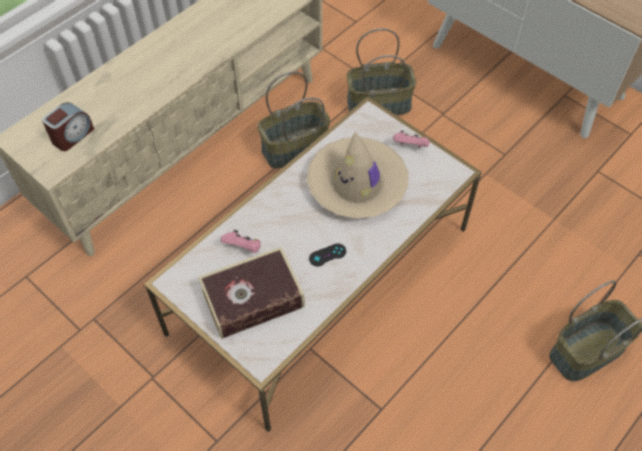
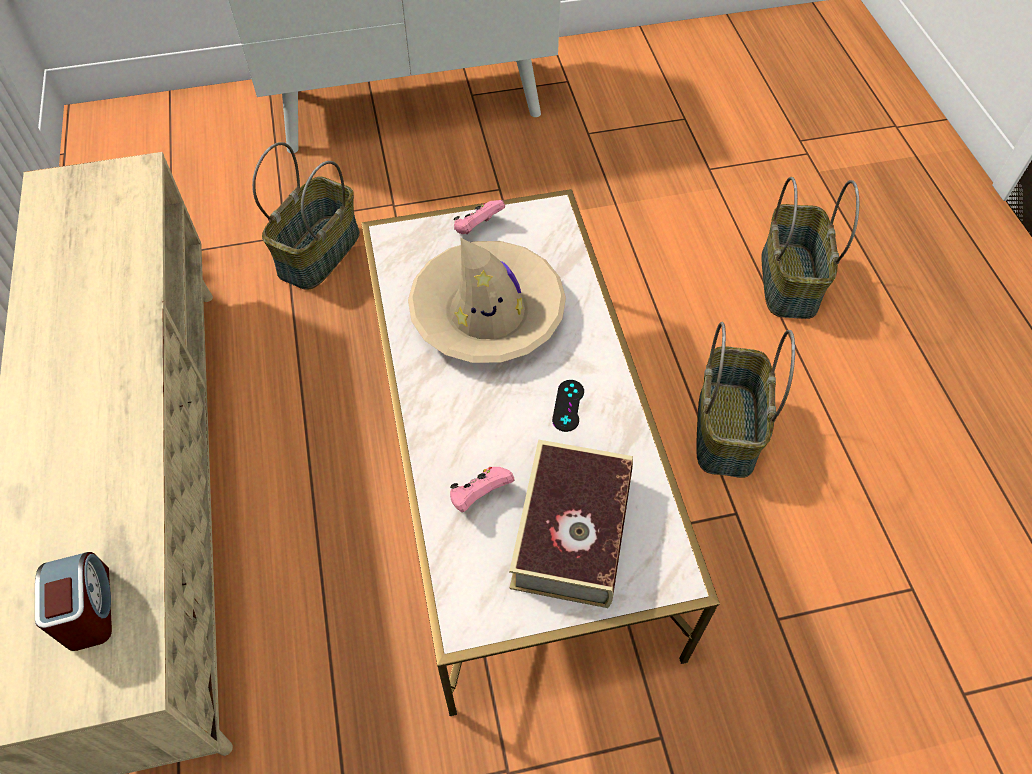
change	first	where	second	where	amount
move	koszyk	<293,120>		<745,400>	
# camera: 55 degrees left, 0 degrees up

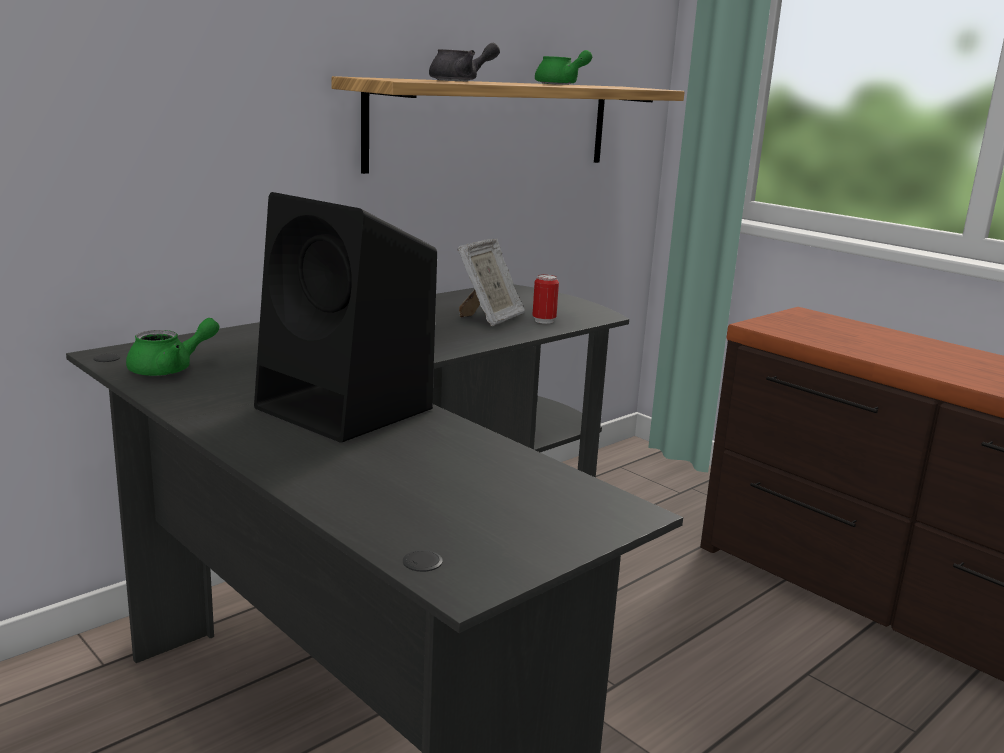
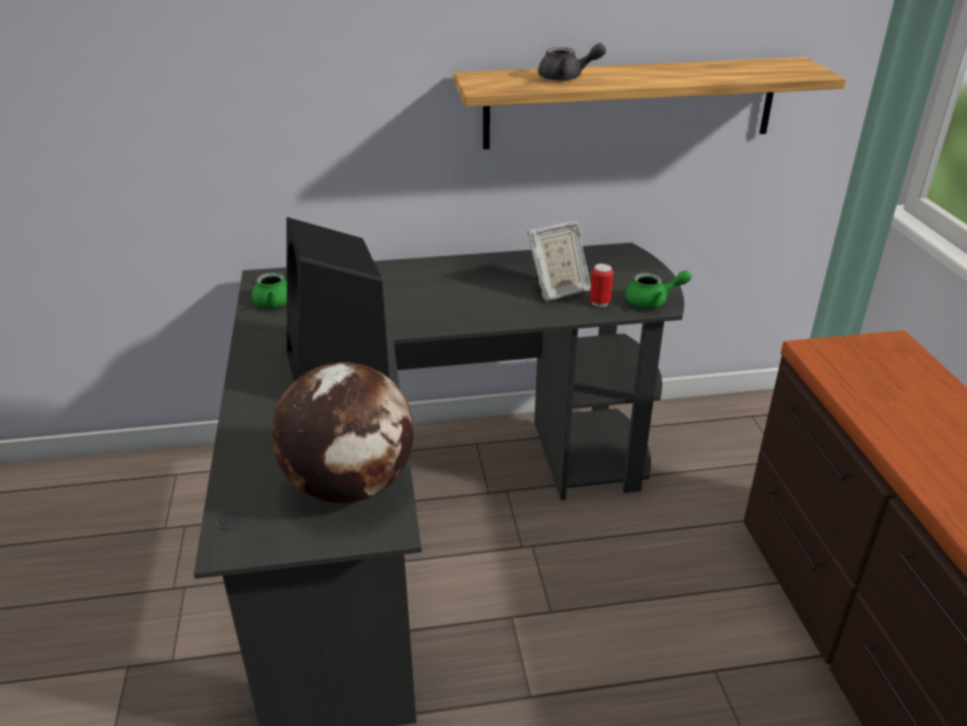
change	first	where	second	where	amount
insert			globus	<343,432>	
move	imbryk (zielony)	<563,67>		<658,289>	
# camera: 35 degrees right, 15 degrees up

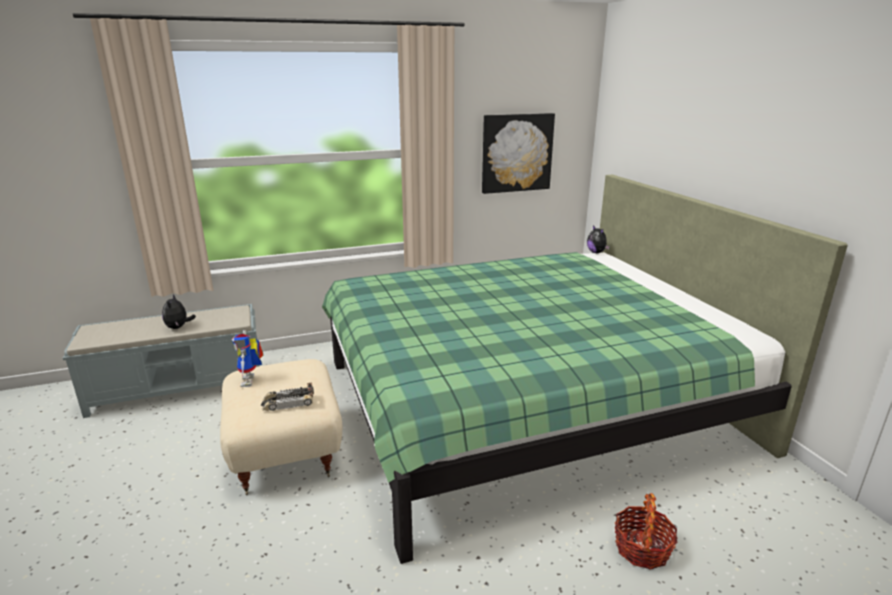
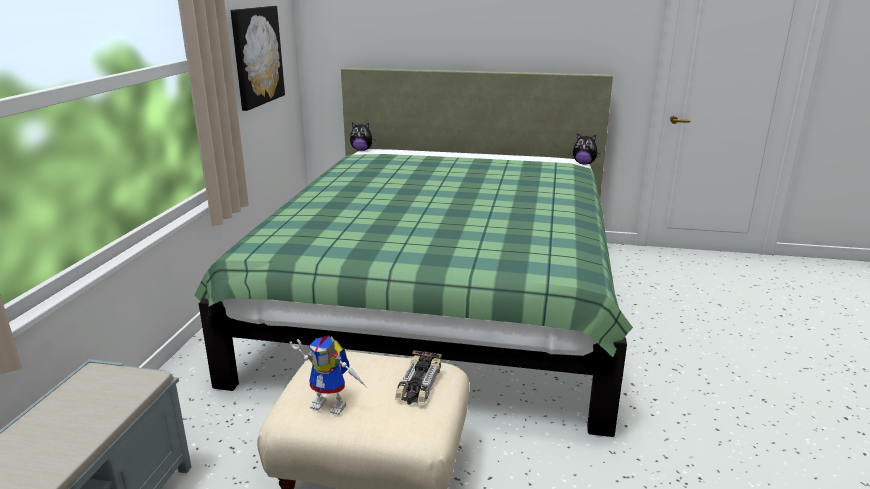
change	first	where	second	where	amount
delete	koszyk	<646,531>			
move	pluszak	<179,311>		<586,149>	
# camera: 60 degrees left, 0 degrees up

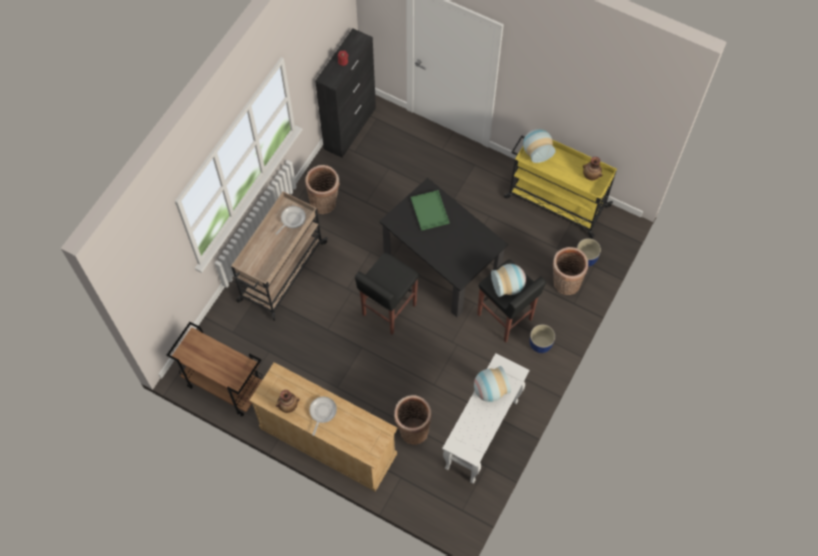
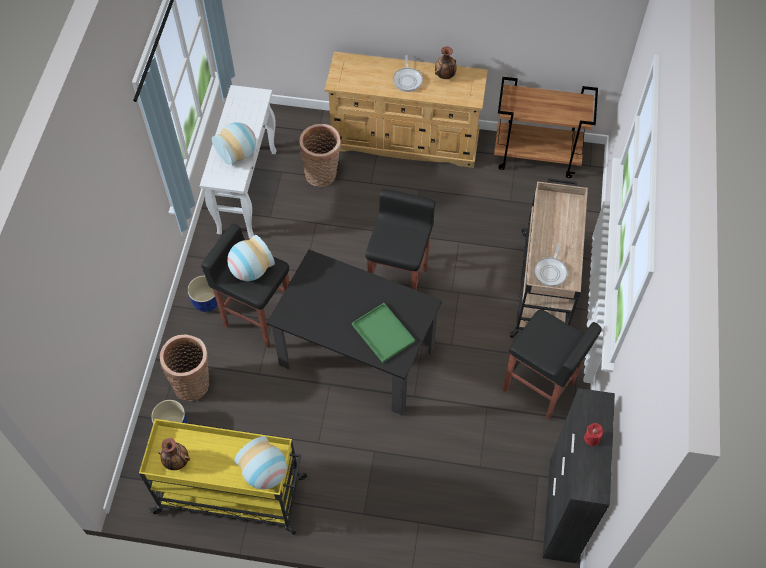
change	first	where	second	where	amount
replace	koszyk	<322,189>	stołek (czarny)	<552,364>	
# camera: 160 degrees right, 5 degrees down

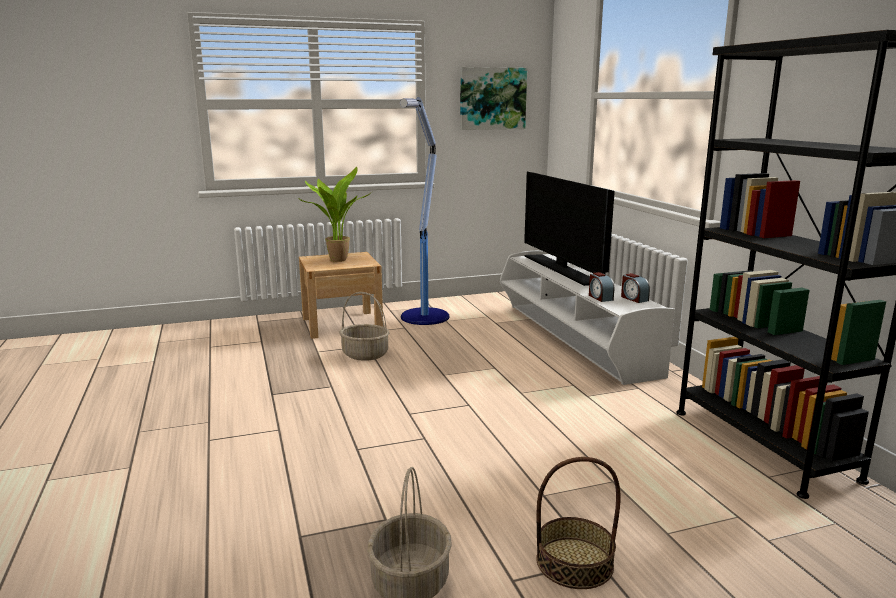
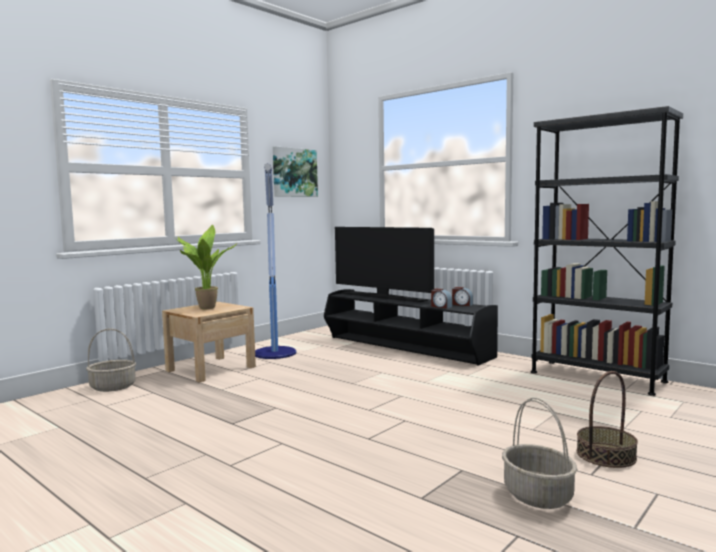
change	first	where	second	where	amount
move	koszyk	<364,326>		<111,360>	
recolor	szafka pod telewizor (biały)	<587,318>	szafka pod telewizor (czarny)	<411,327>	
# camera: 30 degrees left, 10 degrees down

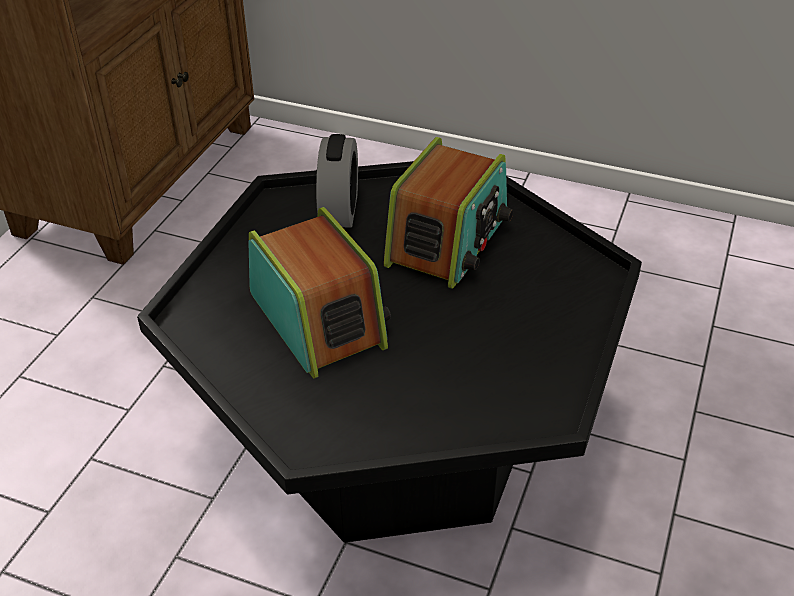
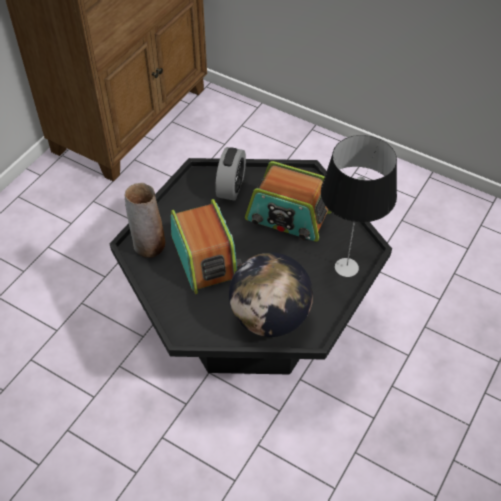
change	first	where	second	where	amount
insert			wazon	<145,220>	
insert			globus	<271,294>	
insert			lampa stołowa	<359,206>	
rotate	radio	<448,213>		<288,201>	75 degrees clockwise
# camera: 10 degrees right, 10 degrees up

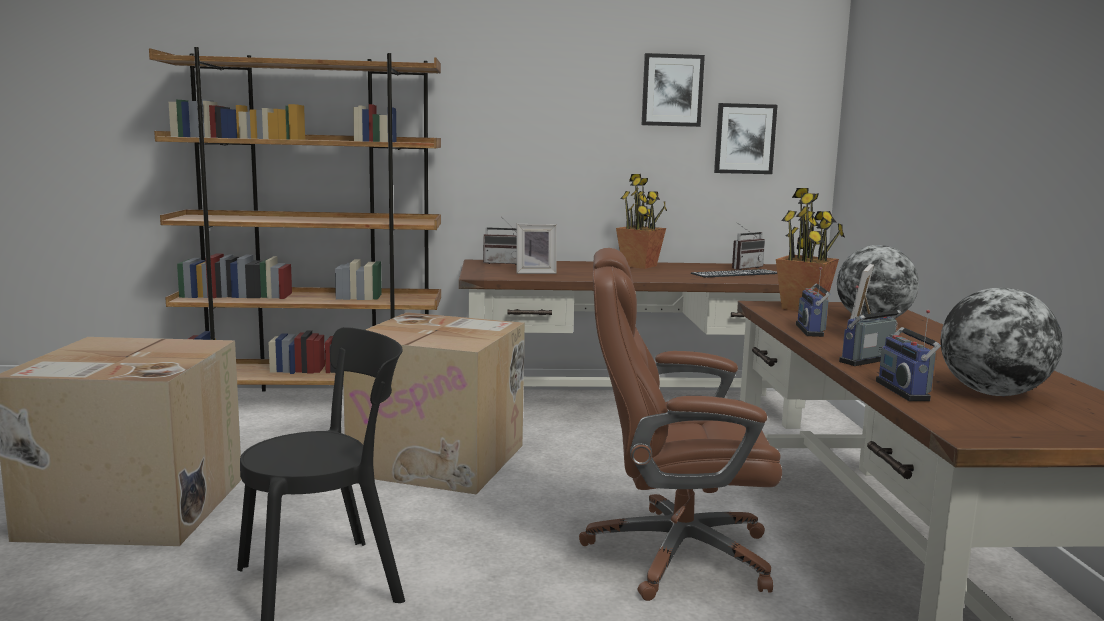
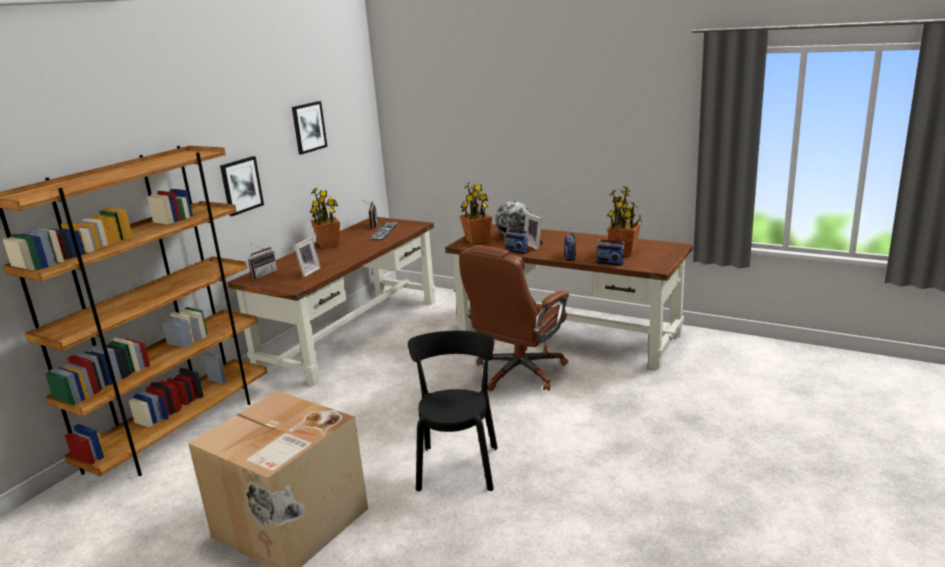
change	first	where	second	where	amount
delete	karton	<434,403>			
move	obraz	<746,138>		<242,186>	
replace	globus	<1002,342>	roślina doniczkowa	<624,221>	
# camera: 55 degrees left, 10 degrees up

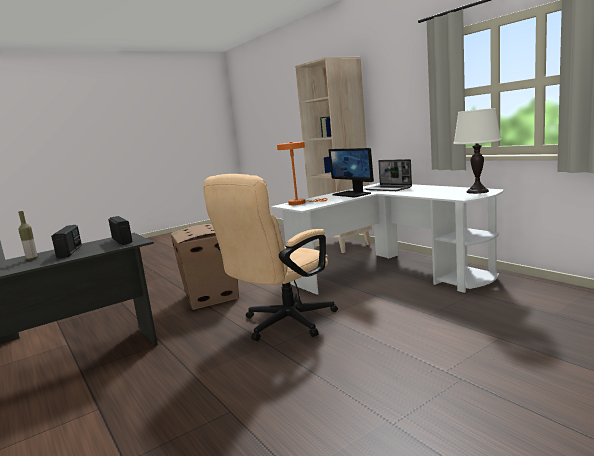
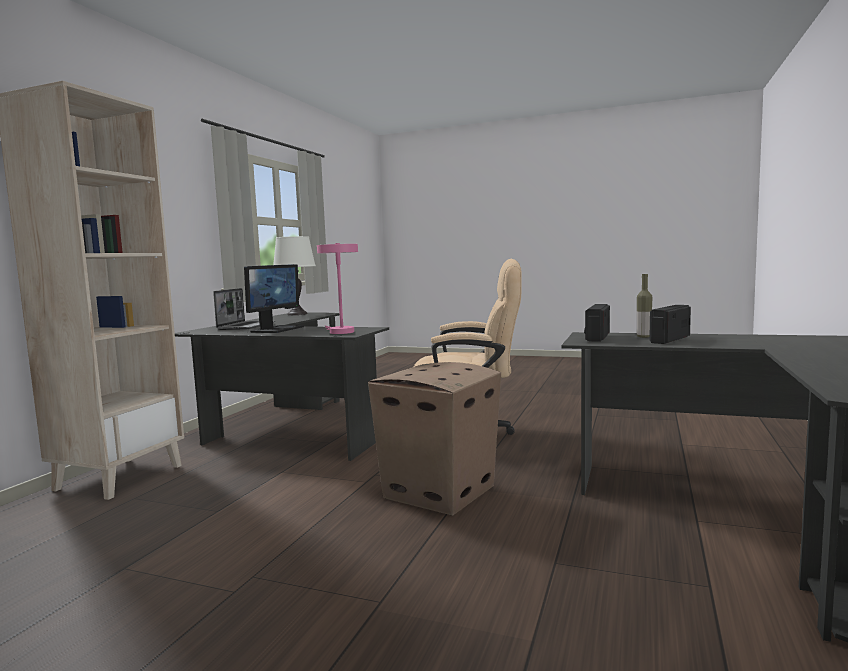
change	first	where	second	where	amount
move	butelka	<28,235>		<644,306>	
recolor	biurko (biały)	<387,239>	biurko (czarny)	<282,386>	
recolor	lampa stołowa (pomarańczowy)	<302,173>	lampa stołowa (różowy)	<337,288>	
# camera: 125 degrees left, 5 degrees down

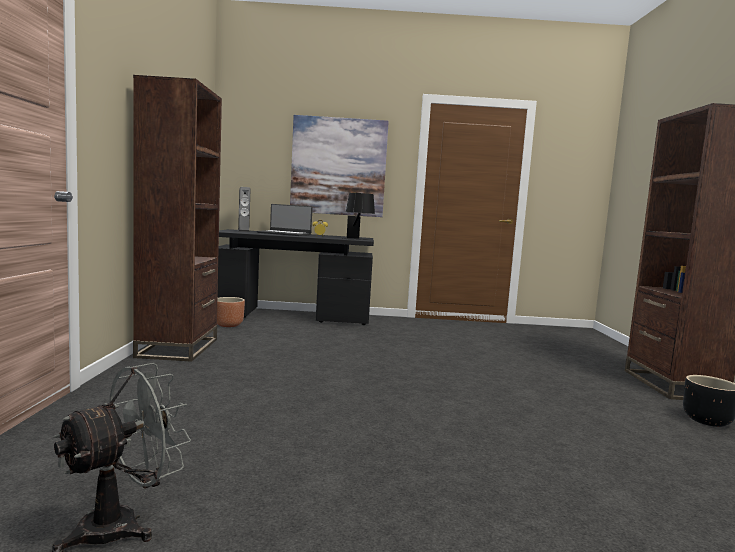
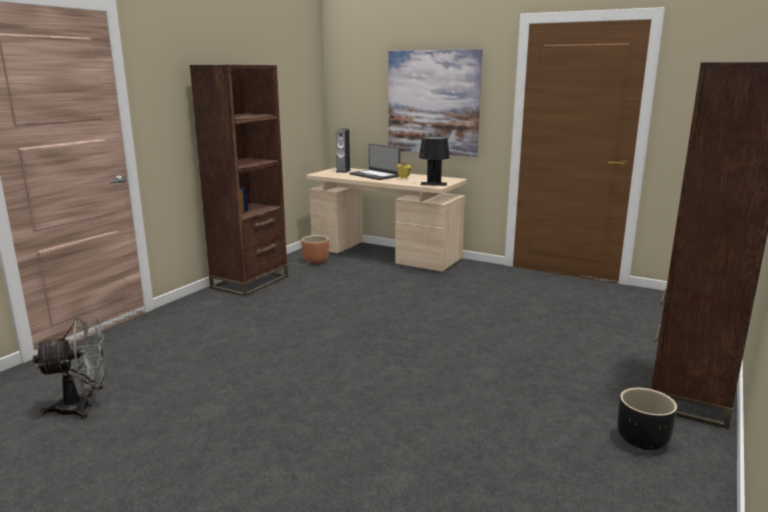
change	first	where	second	where	amount
recolor	biurko (czarny)	<295,277>	biurko (beżowy)	<387,219>	
# camera: 30 degrees right, 10 degrees up

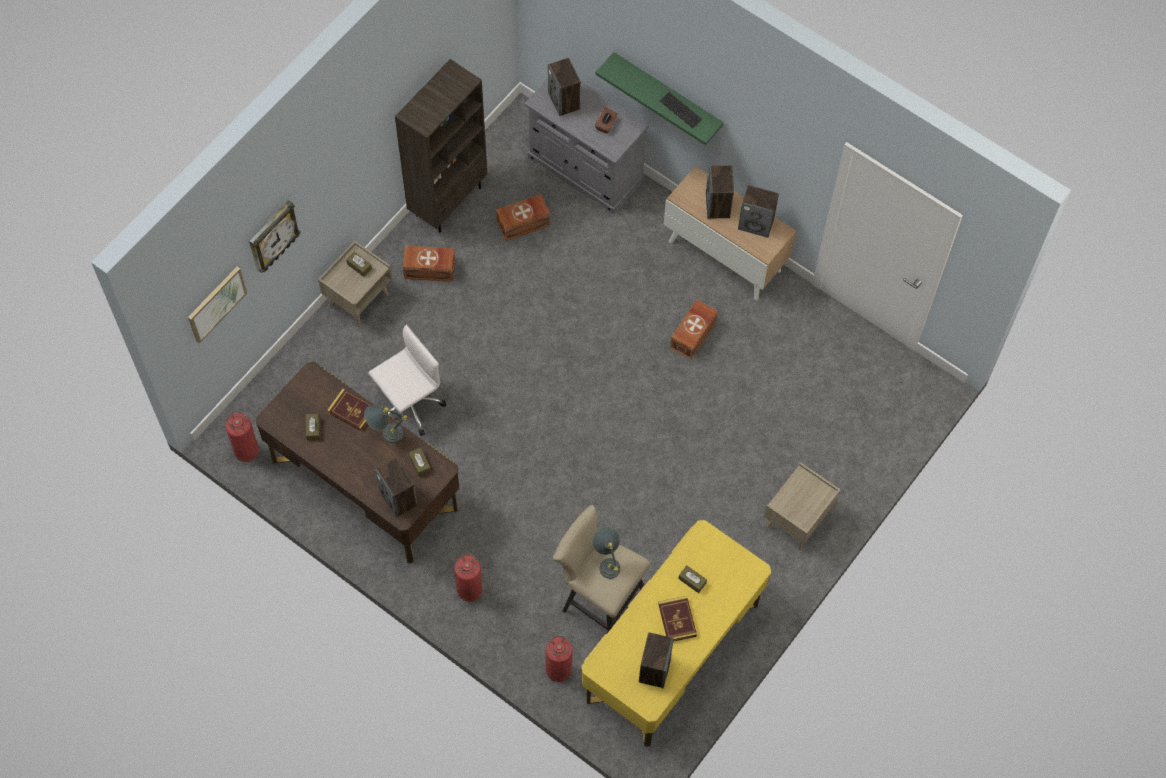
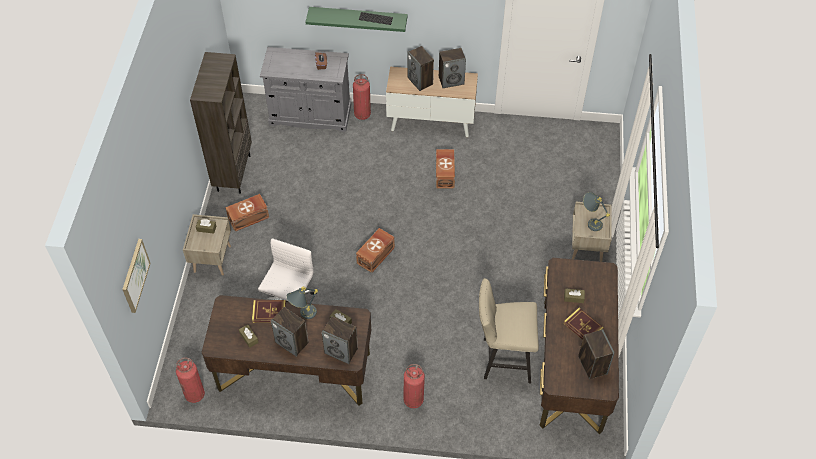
change	first	where	second	where	amount
delete	zegar ścienny	<275,236>			
move	pojemnik do przechowywania (brązowy)	<523,217>		<375,250>	
move	gaśnica	<559,658>		<362,97>	
move	głośnik	<564,87>		<290,332>	
move	lampa stołowa (szary)	<606,553>		<596,211>	
recolor	biurko (żółty)	<676,633>	biurko (brązowy)	<579,346>	
# camera: 30 degrees left, 10 degrees down

